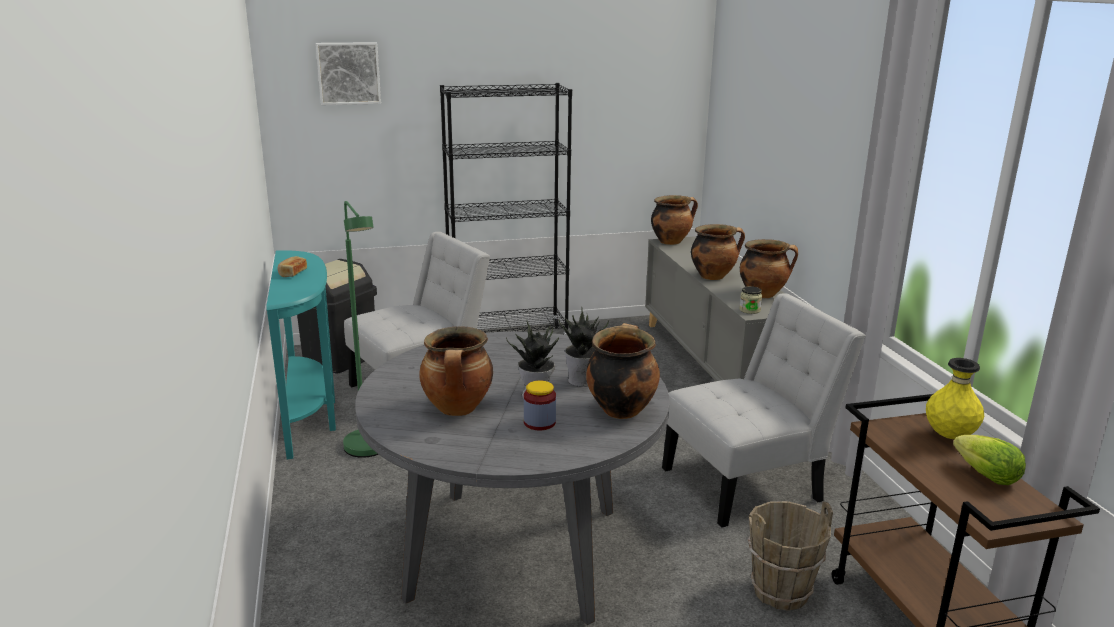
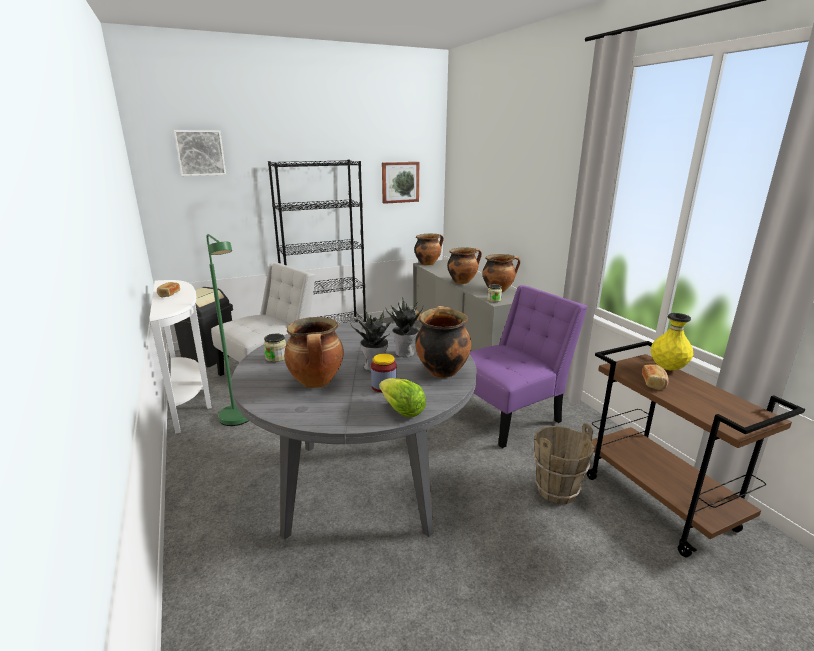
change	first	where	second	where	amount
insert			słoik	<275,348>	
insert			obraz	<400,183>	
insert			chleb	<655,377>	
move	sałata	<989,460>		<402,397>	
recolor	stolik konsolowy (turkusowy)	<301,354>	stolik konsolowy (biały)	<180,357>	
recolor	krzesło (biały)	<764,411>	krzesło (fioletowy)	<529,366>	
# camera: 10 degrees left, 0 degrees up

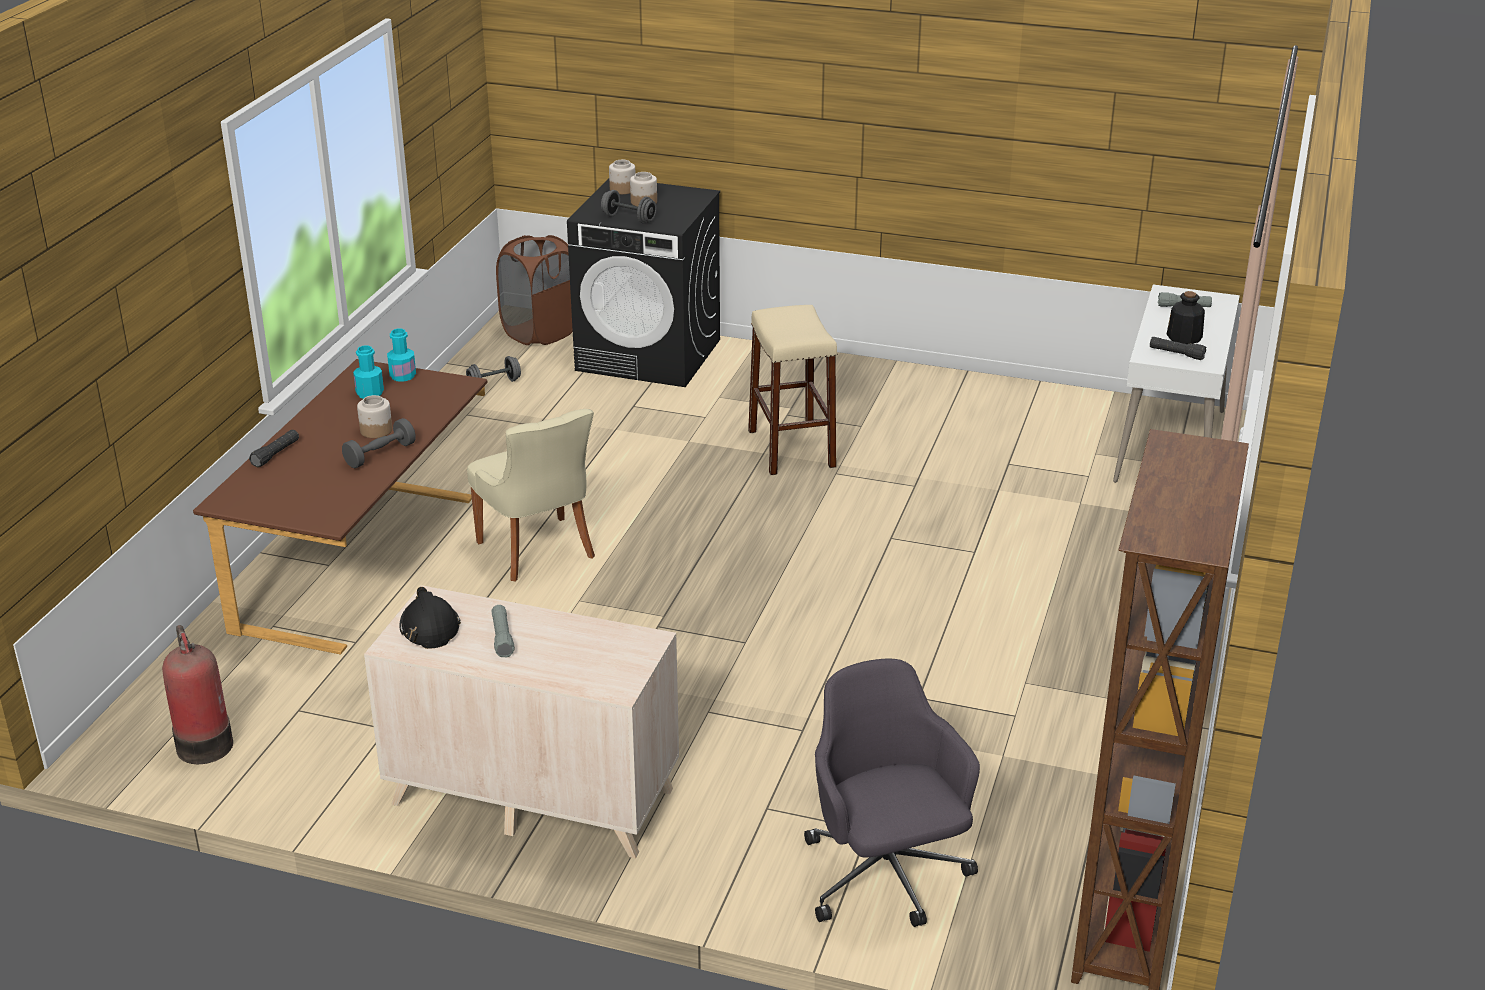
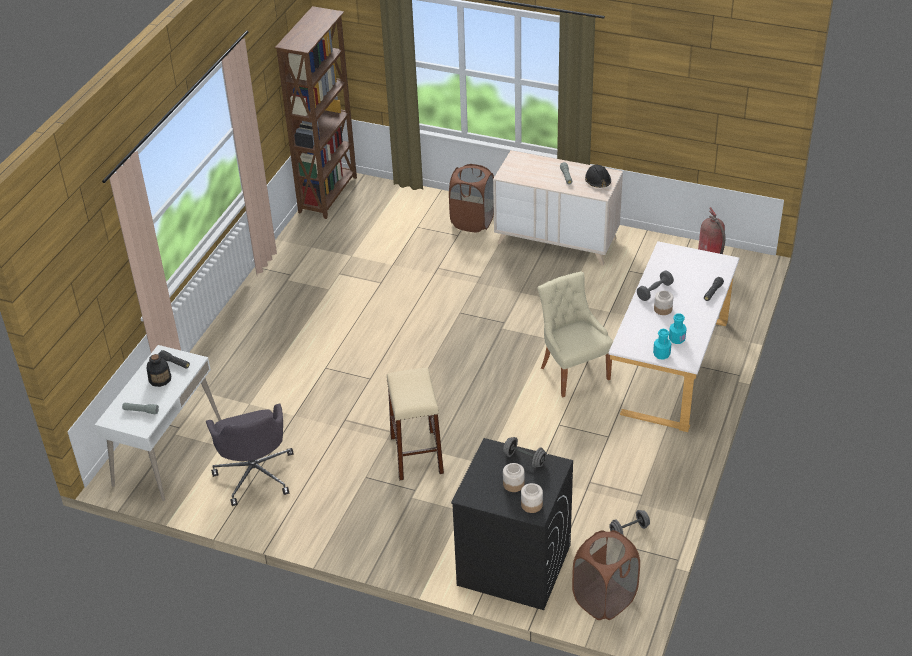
change	first	where	second	where	amount
insert			kosz na pranie (brązowy)	<471,198>	
move	krzesło biurowe (szary)	<892,792>		<250,454>	
recolor	biurko (brązowy)	<340,507>	biurko (biały)	<674,336>	
# camera: 175 degrees left, 10 degrees up

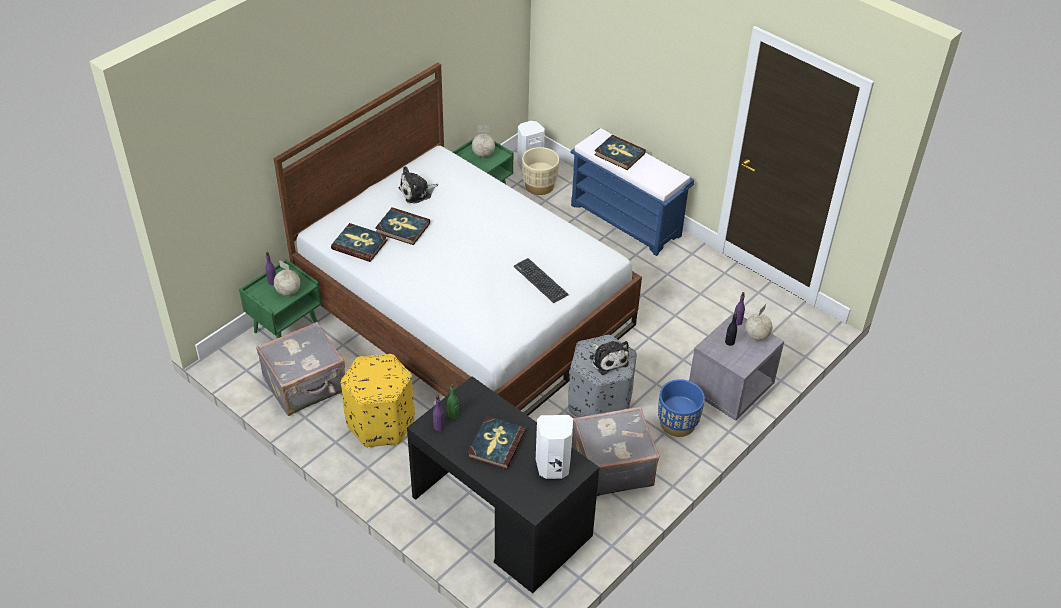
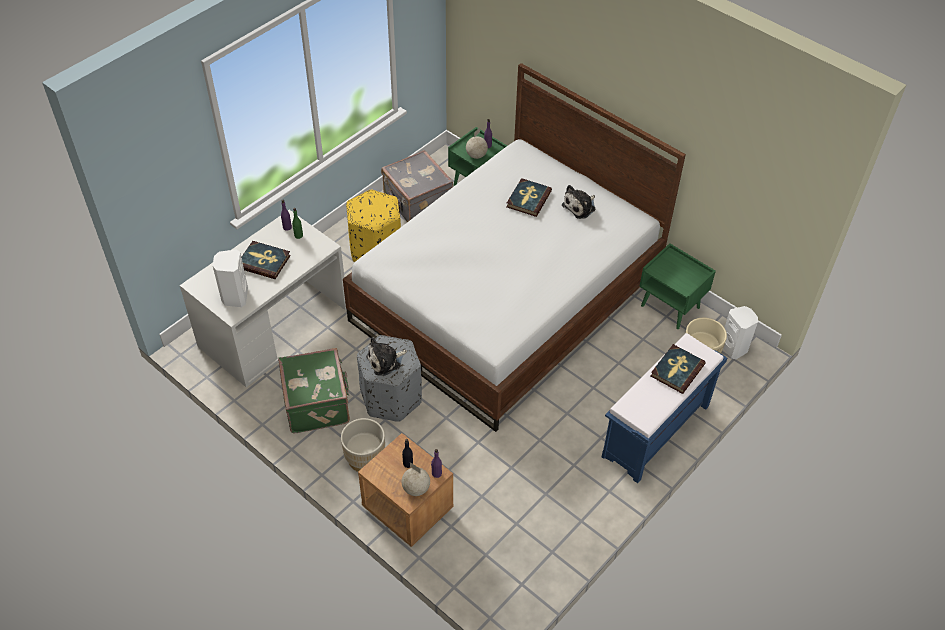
change	first	where	second	where	amount
delete	książka	<359,242>			
delete	globus	<483,141>			
delete	klawiatura	<541,280>			
recolor	biurko (czarny)	<503,484>	biurko (biały)	<263,298>	
recolor	walizka (szary)	<616,451>	walizka (zielony)	<314,390>	
recolor	donica (niebieski)	<681,408>	donica (beżowy)	<363,445>	
recolor	szafka nocna (szary)	<736,367>	szafka nocna (brązowy)	<405,490>	
rotate	pluszak	<418,185>		<578,202>	105 degrees counterclockwise
# camera: 90 degrees right, 5 degrees up

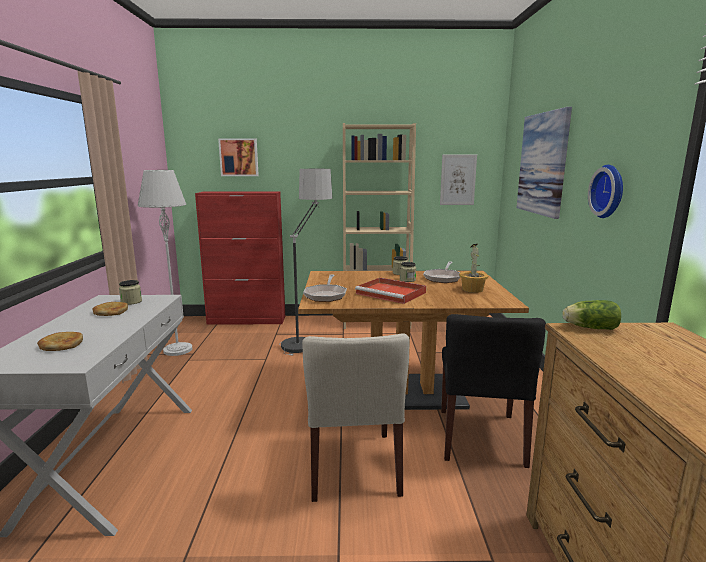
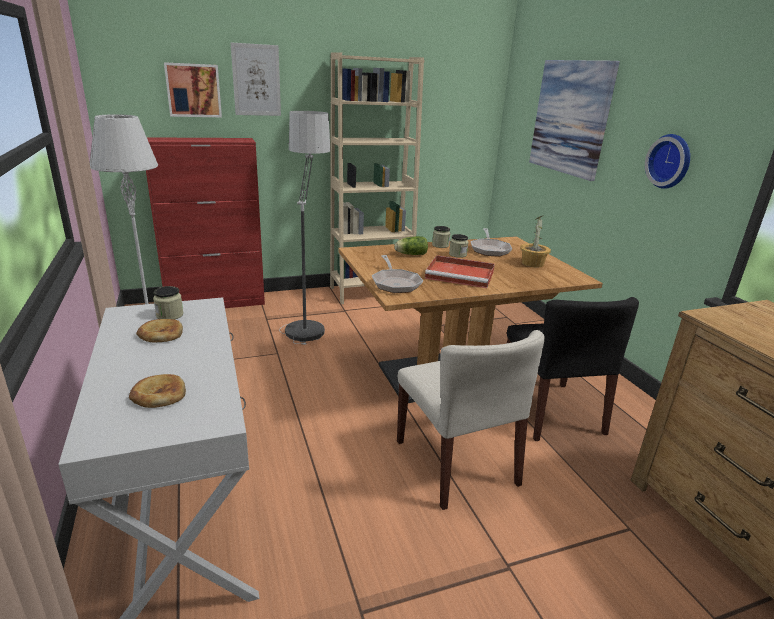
change	first	where	second	where	amount
move	obraz	<458,180>		<256,79>	
move	sałata	<591,315>		<411,245>	
# camera: 20 degrees left, 10 degrees up

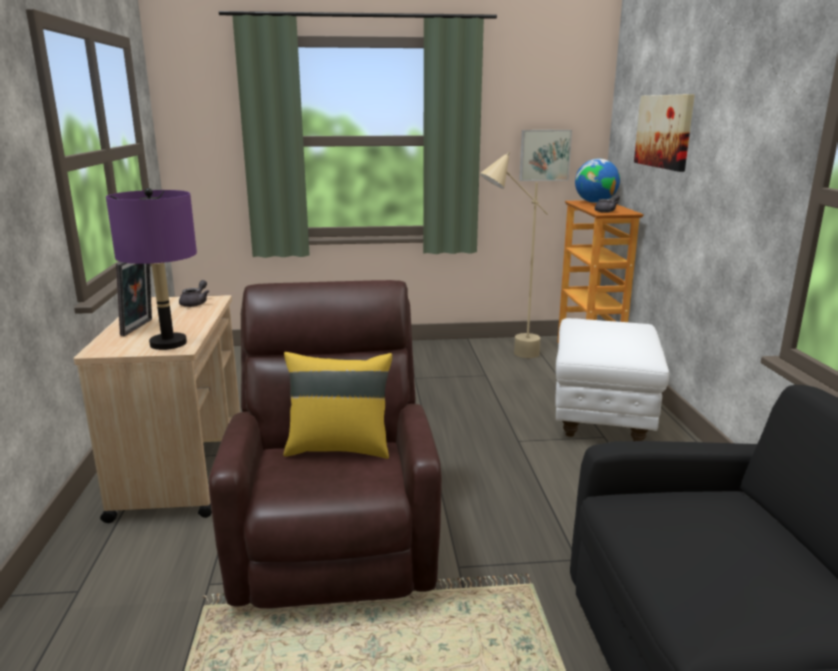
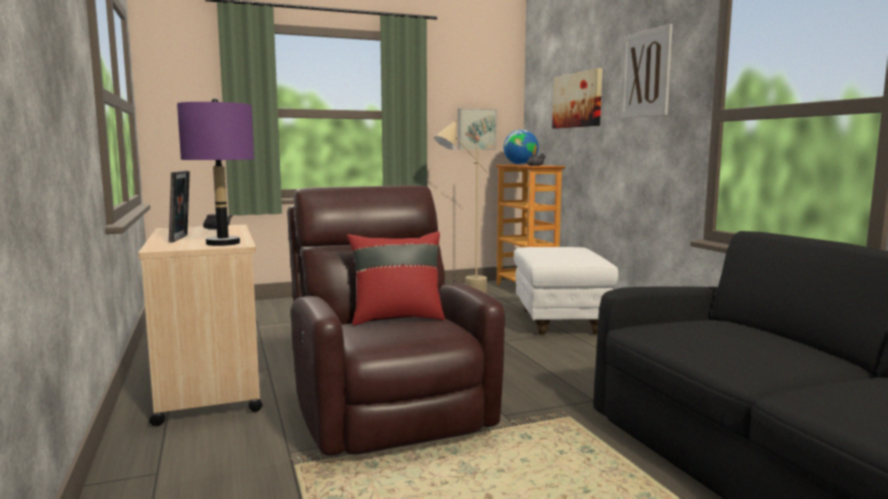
change	first	where	second	where	amount
insert			obraz	<646,71>	
recolor	poduszka (żółty)	<337,405>	poduszka (czerwony)	<396,278>	
# camera: 15 degrees left, 10 degrees down

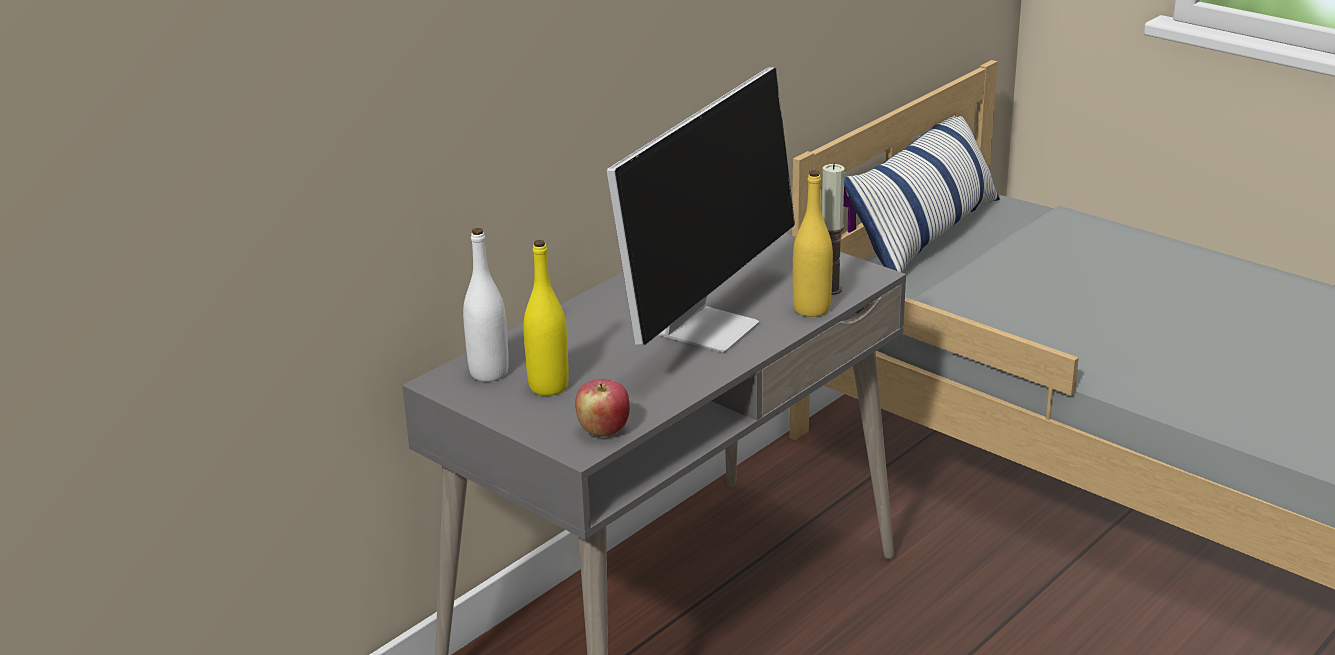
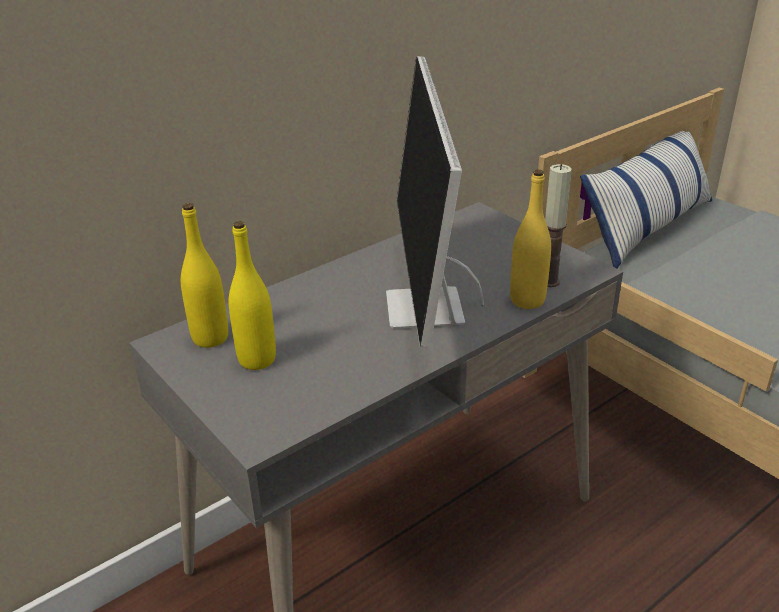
change	first	where	second	where	amount
delete	jabłko	<602,408>			
recolor	butelka (biały)	<486,305>	butelka (żółty)	<204,275>	
rotate	monitor	<701,210>		<435,202>	135 degrees clockwise
# camera: 10 degrees right, 5 degrees up

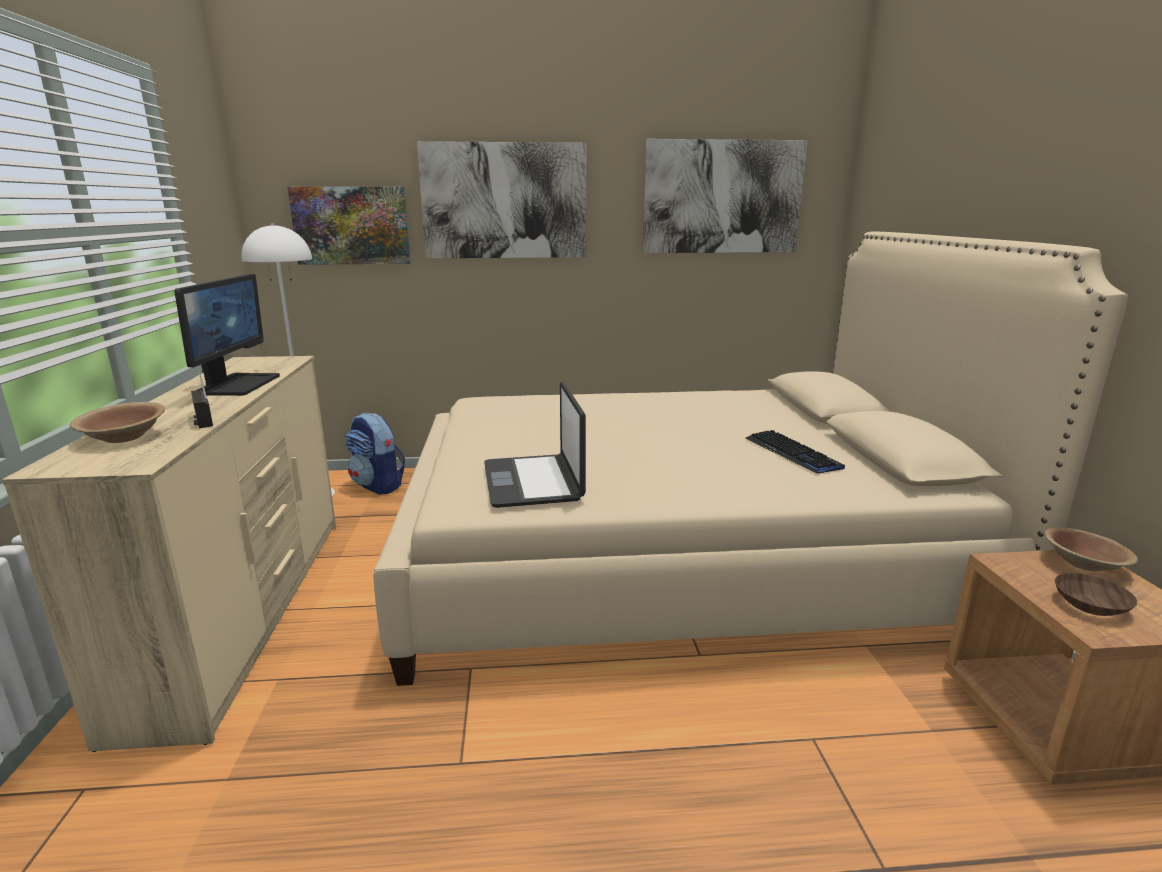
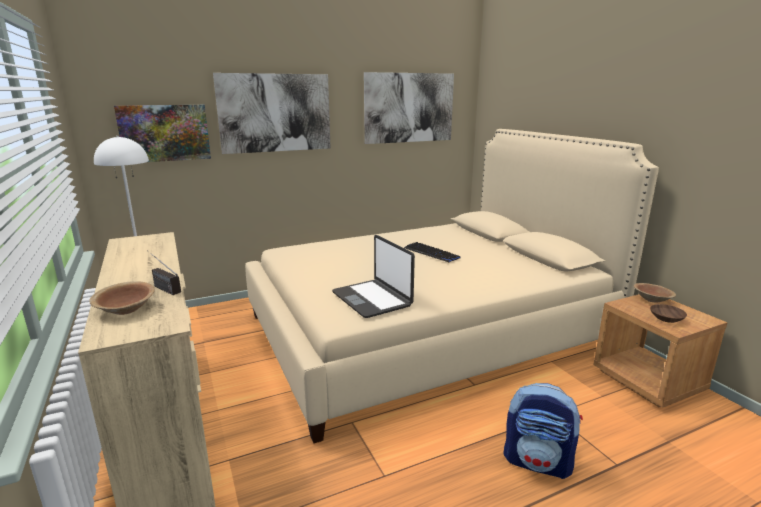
change	first	where	second	where	amount
delete	monitor	<227,335>			
move	plecak	<375,454>		<543,431>	
move	klawiatura	<795,452>		<432,252>	
# camera: 20 degrees left, 0 degrees up

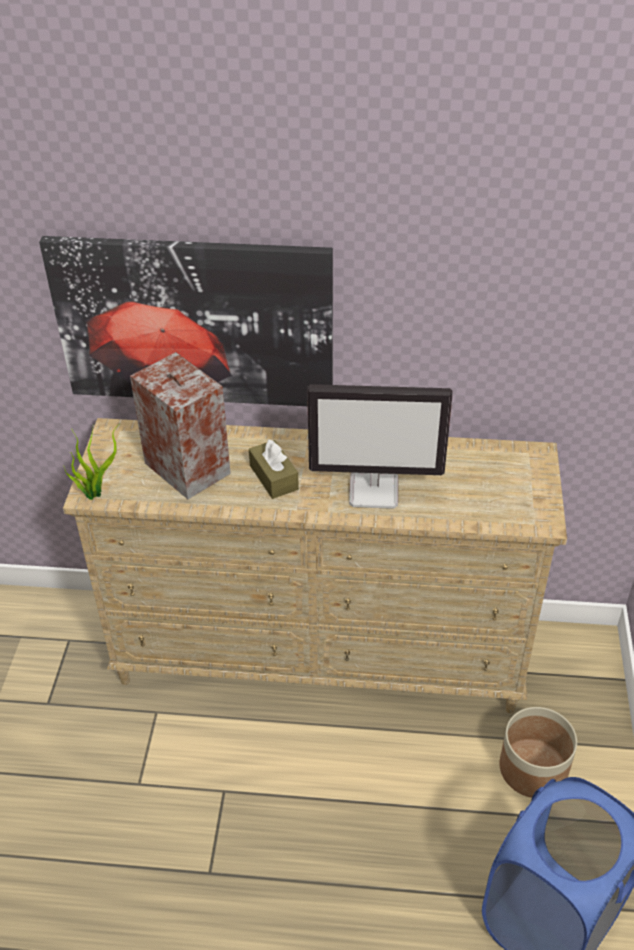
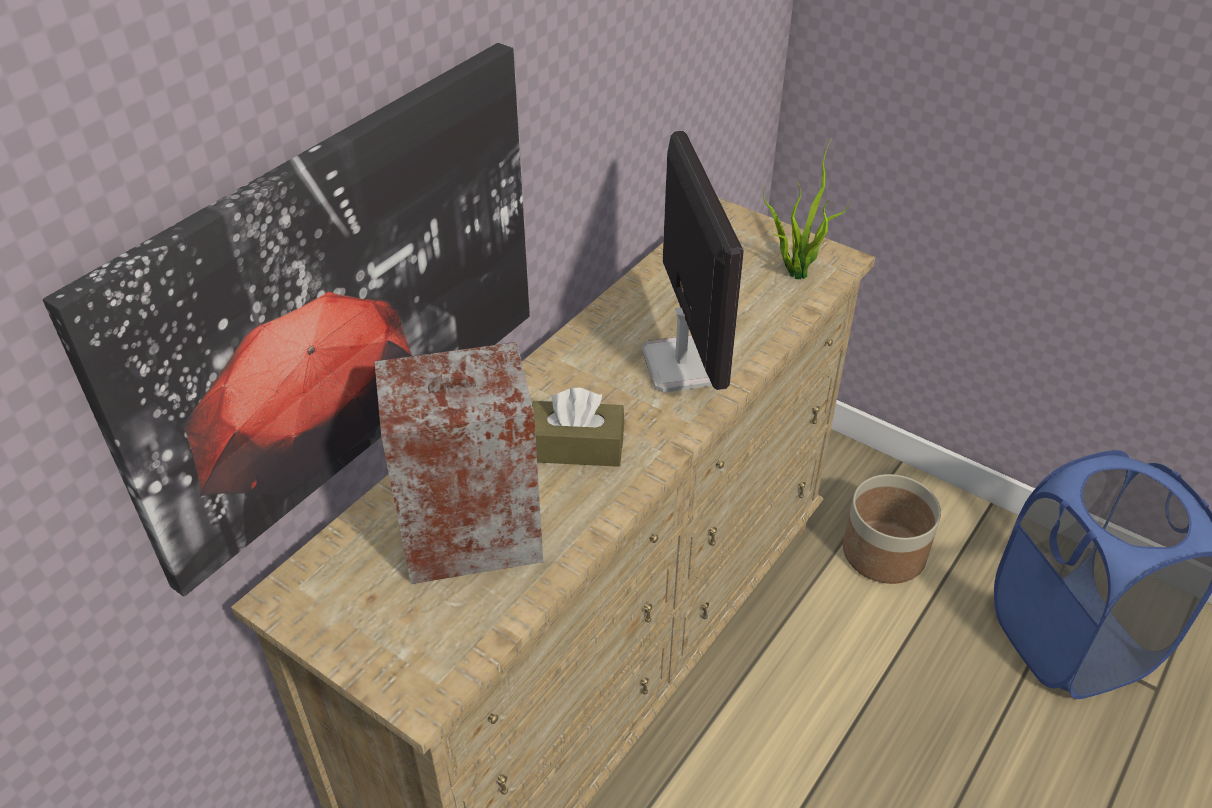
change	first	where	second	where	amount
move	roślina doniczkowa	<90,463>		<807,209>	
rotate	monitor	<380,446>		<693,262>	45 degrees counterclockwise
# camera: 60 degrees left, 0 degrees up

